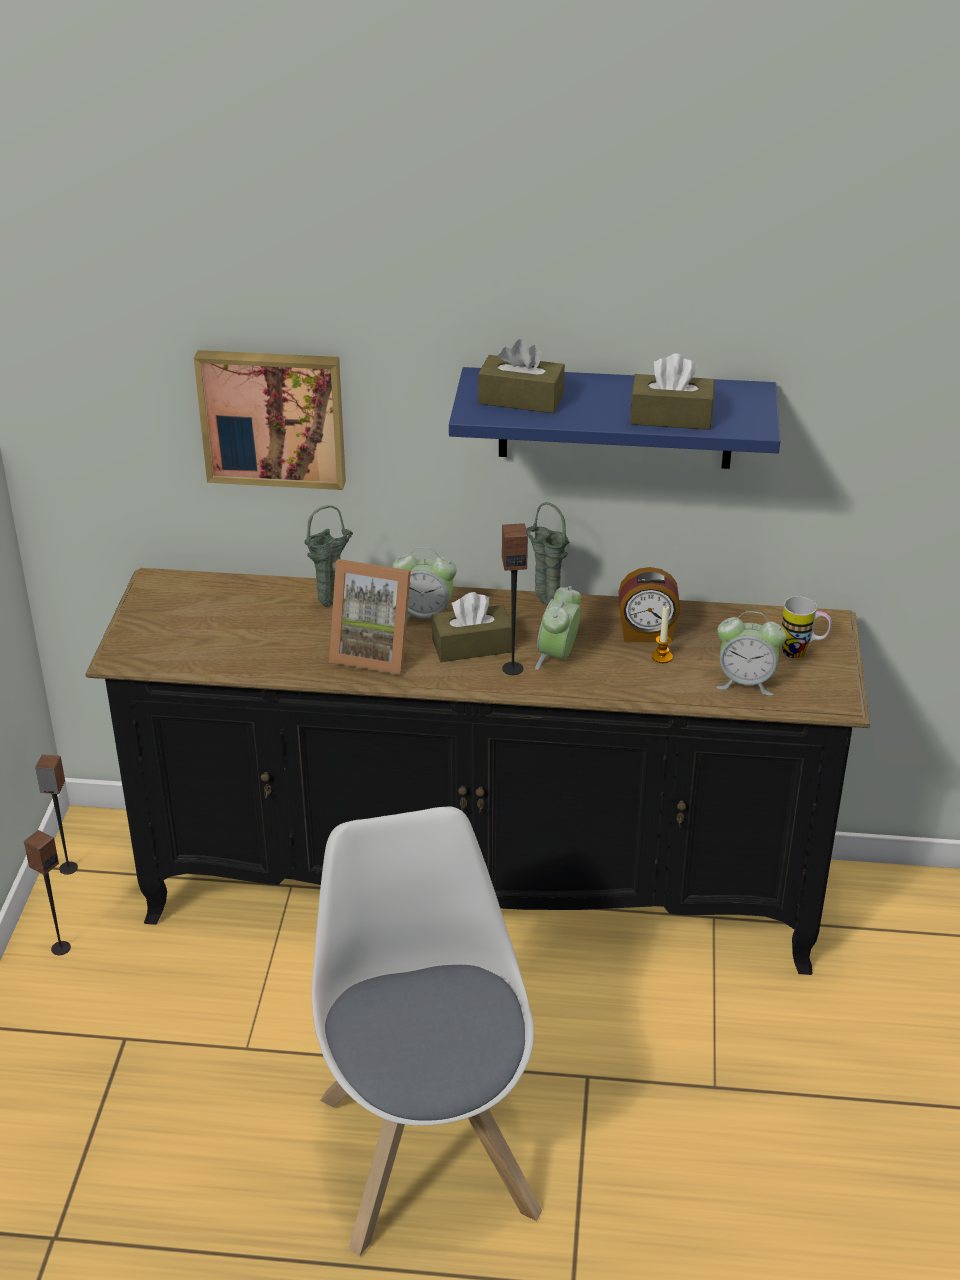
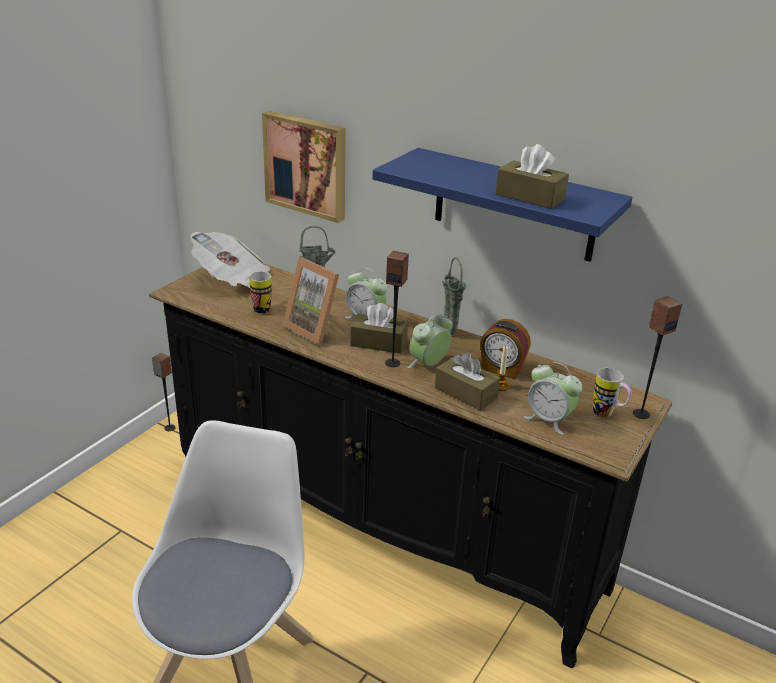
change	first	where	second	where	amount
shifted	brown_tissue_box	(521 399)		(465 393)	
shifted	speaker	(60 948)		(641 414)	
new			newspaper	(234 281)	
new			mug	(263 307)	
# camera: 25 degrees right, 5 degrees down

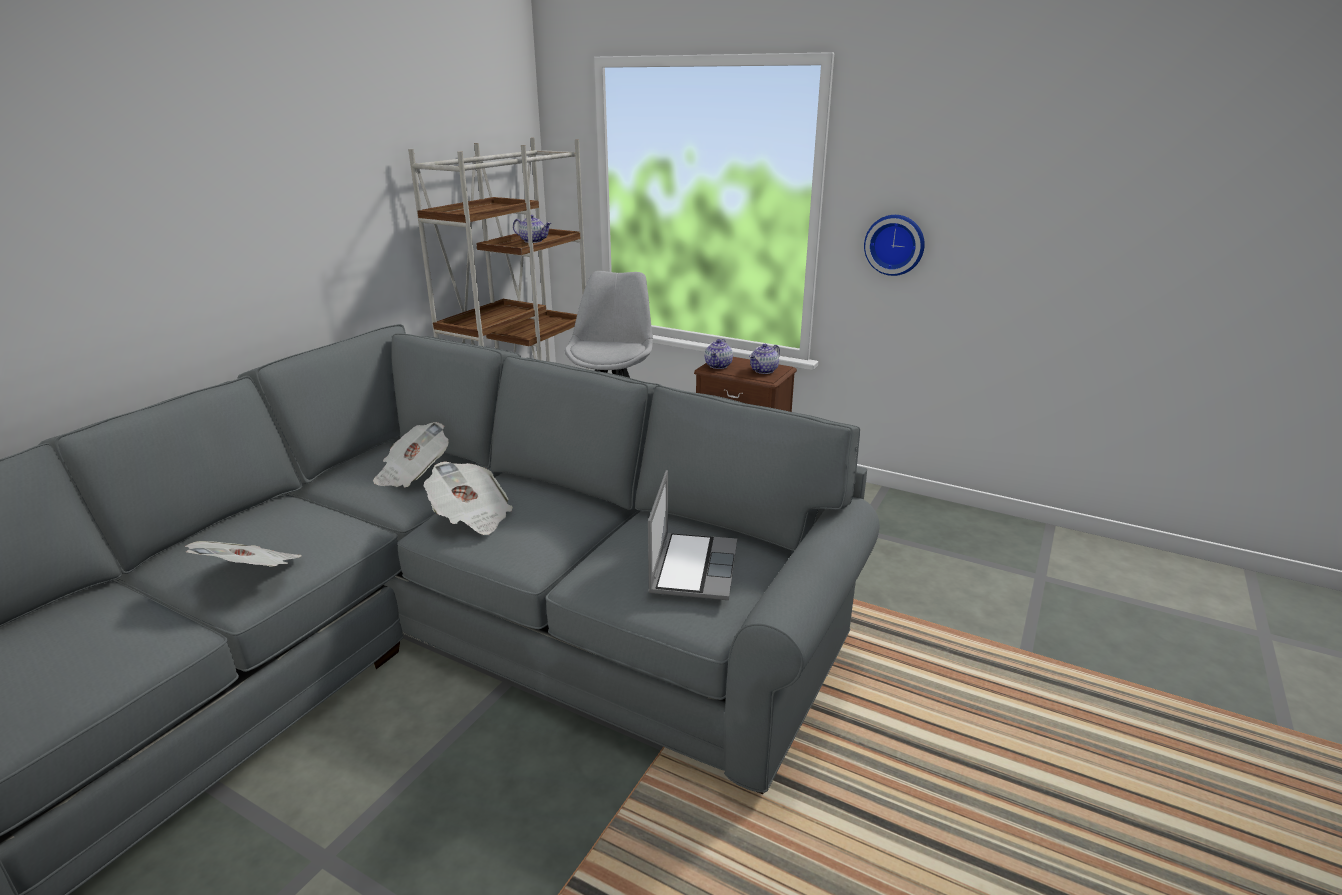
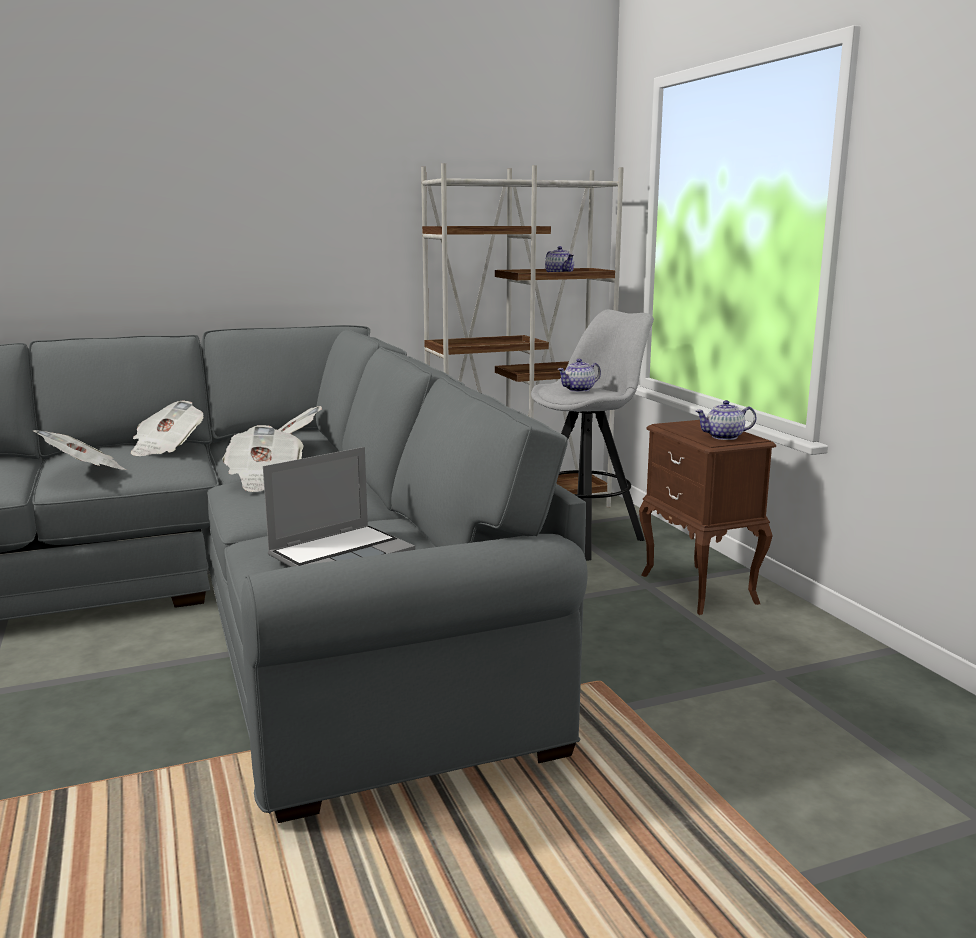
change	first	where	second	where	amount
gone	wall_clock	(895 244)			
shifted	teapot	(718 366)		(578 390)	
new			newspaper	(166 448)	
# camera: 40 degrees right, 10 degrees down

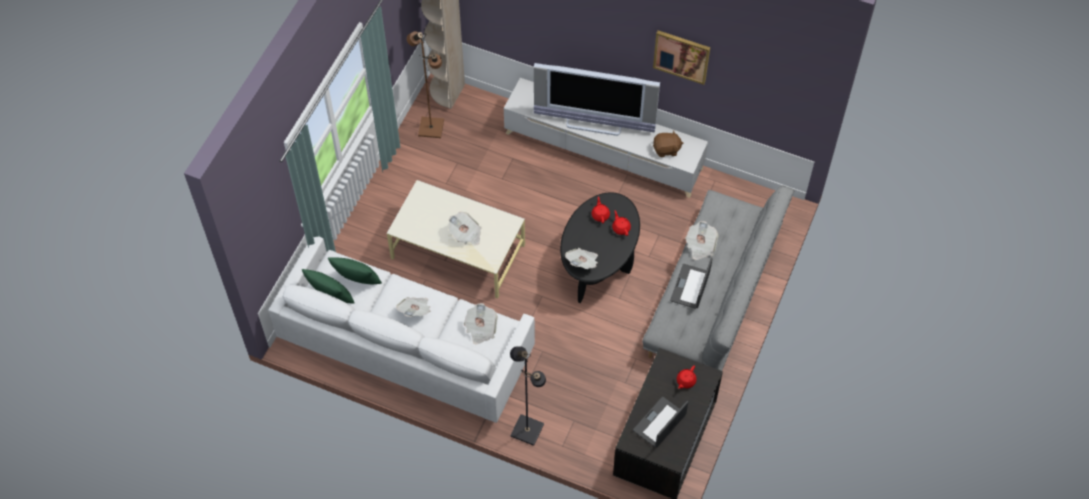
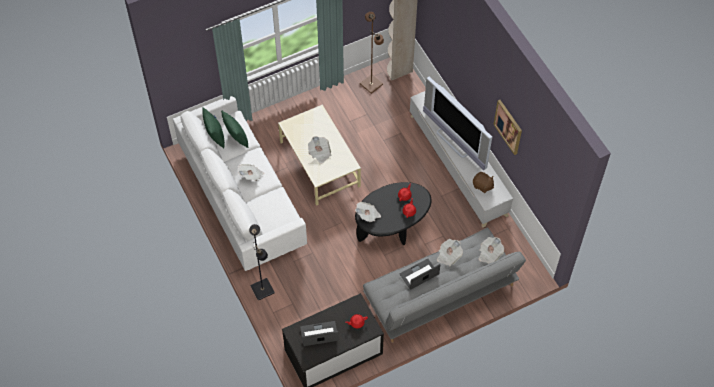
change	first	where	second	where	amount
shifted	newspaper	(481 329)		(489 254)	
# camera: 40 degrees right, 0 degrees up

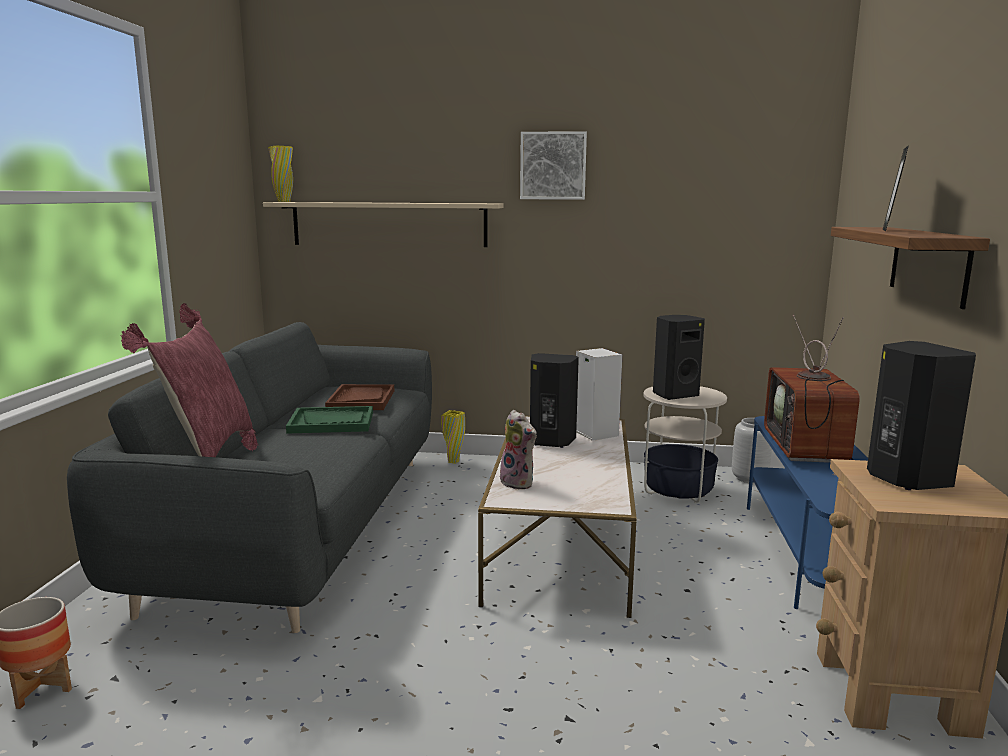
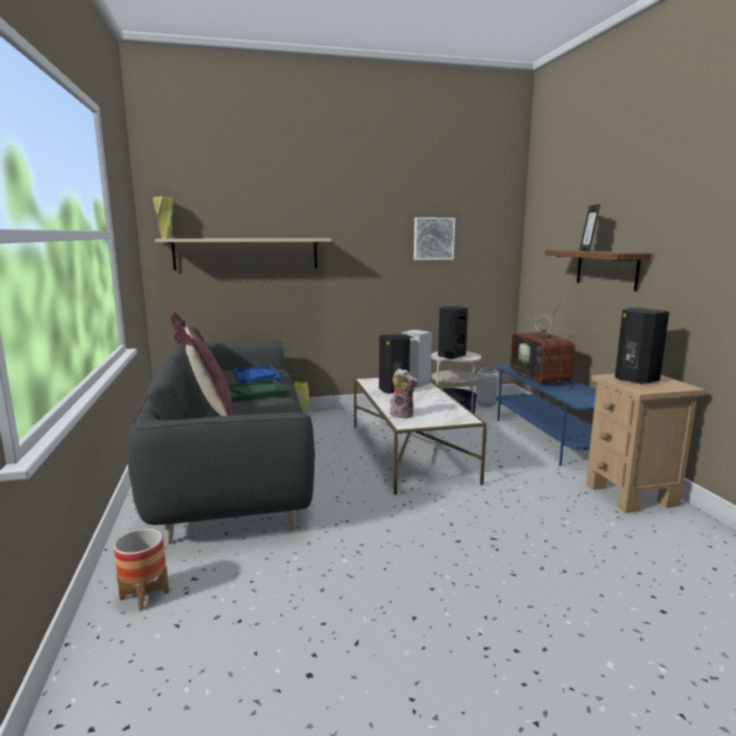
change	first	where	second	where	amount
shifted	picture	(553 166)		(433 238)	
repainted	brown_tray	(361 400)	blue_tray	(256 377)	
# camera: 20 degrees left, 0 degrees up

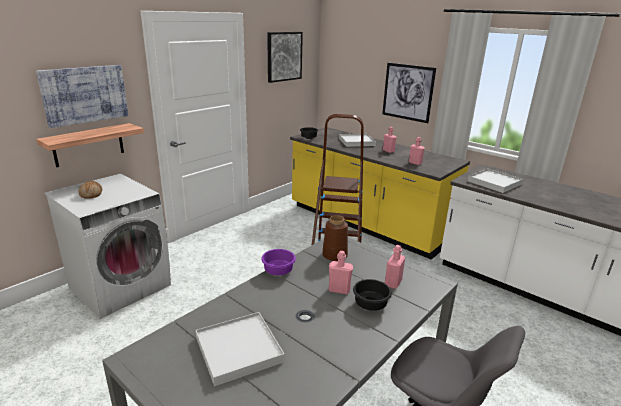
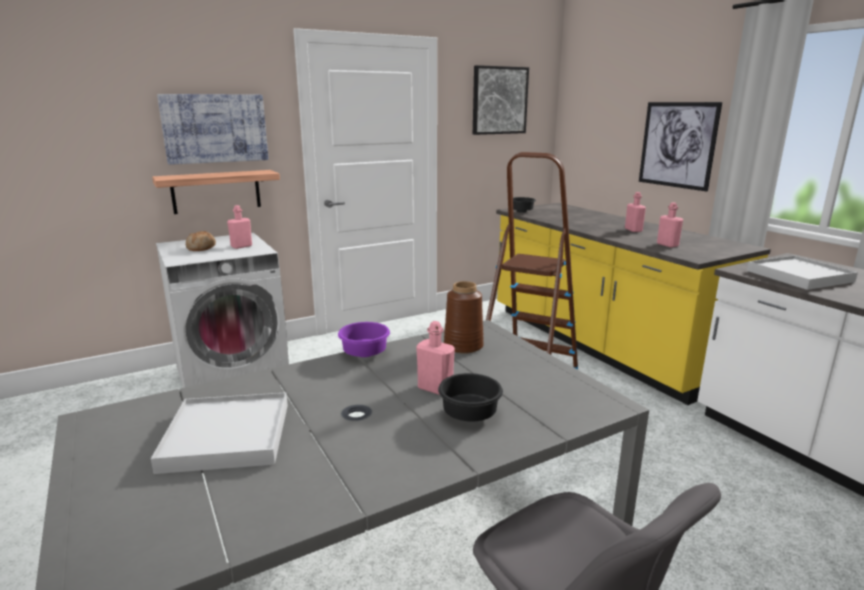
change	first	where	second	where	amount
gone	white_tray	(356 142)			
shifted	pink_bottle	(393 283)		(241 246)	
# camera: 20 degrees right, 5 degrees down

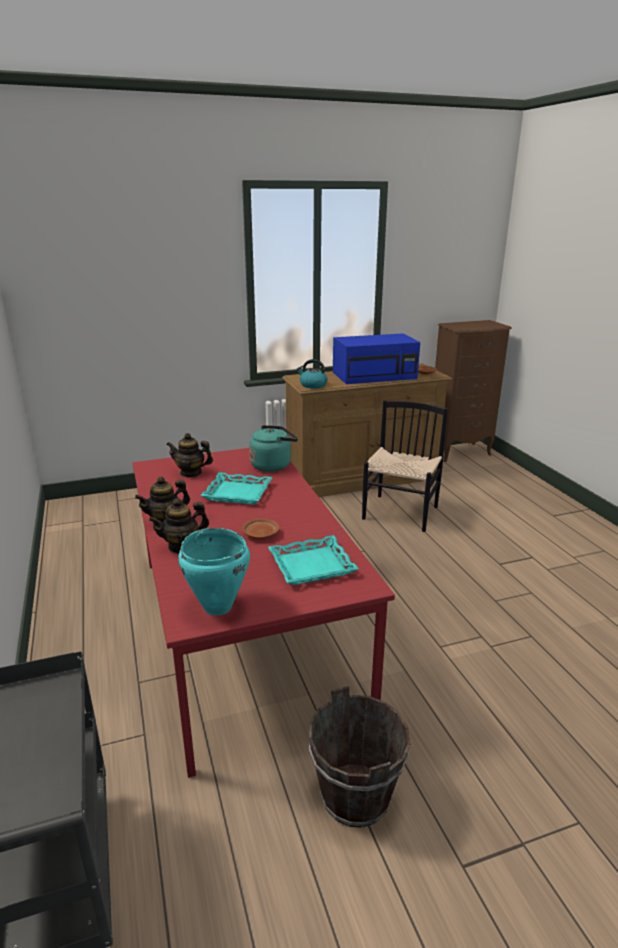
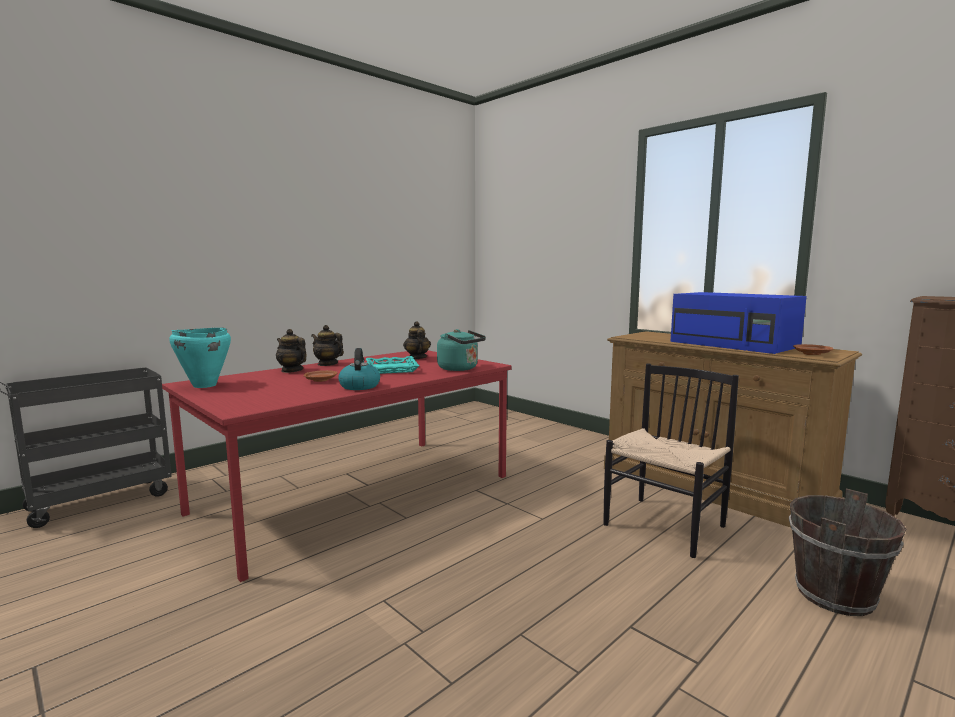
change	first	where	second	where	amount
shifted	kettle	(312 385)		(359 386)	
rotated	black_chair	(401 511)		(666 524)	45 degrees counterclockwise
gone	turquoise_tray	(312 566)			
shifted	brown_bucket	(356 796)		(835 595)	
# camera: 65 degrees right, 15 degrees down

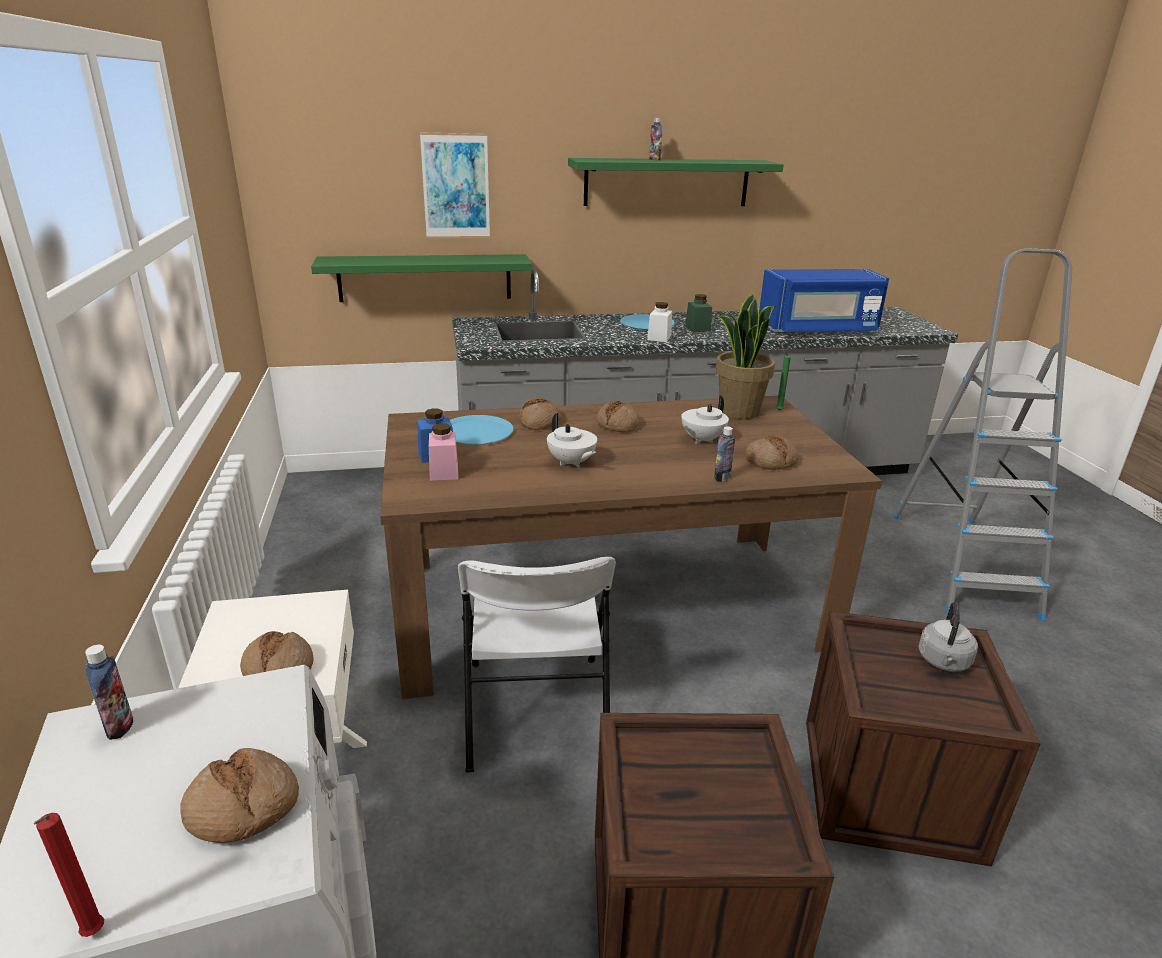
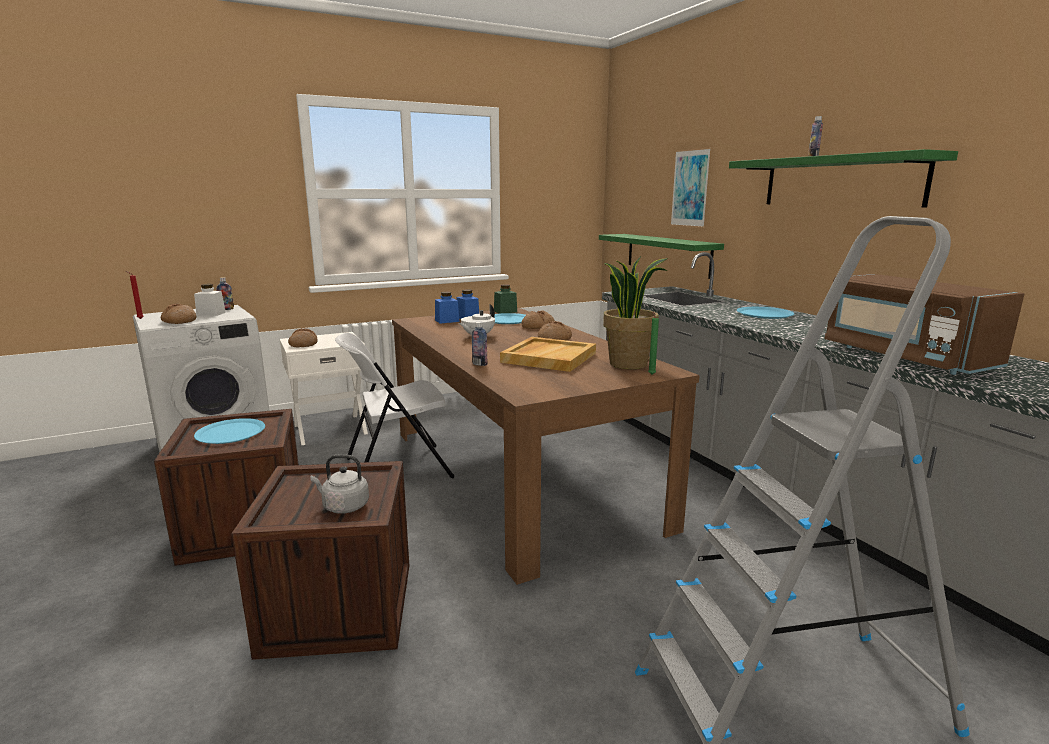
change	first	where	second	where	amount
repainted	blue_microwave	(818 329)	brown_microwave	(903 357)	
shifted	green_jar	(697 328)		(505 311)	
shifted	white_jar	(659 337)		(211 314)	
swapped	white_teapot	(701 440)	beige_tray	(548 357)	
repainted	pink_jar	(444 472)	blue_jar	(447 321)	
gone	bread	(770 461)			
new			blue_plate	(230 433)	
# camera: 75 degrees right, 10 degrees down

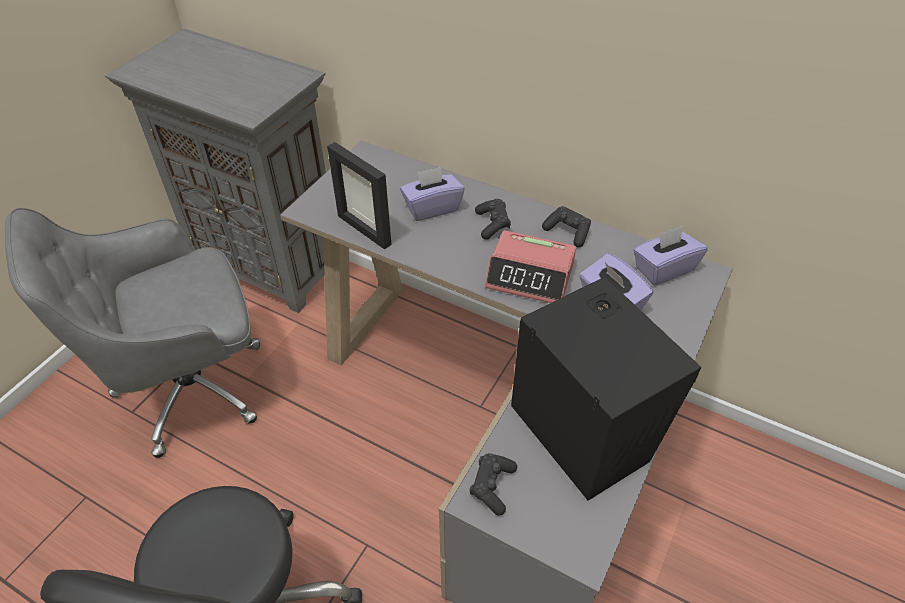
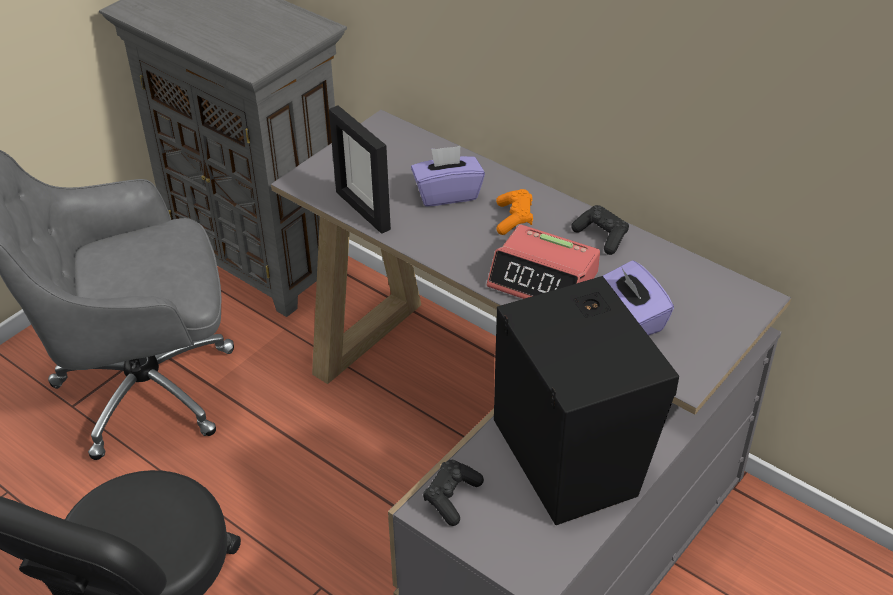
change	first	where	second	where	amount
repainted	black_game_controller	(492 224)	orange_game_controller	(514 219)	
gone	purple_tissue_box	(663 269)			
# camera: 10 degrees right, 5 degrees down

